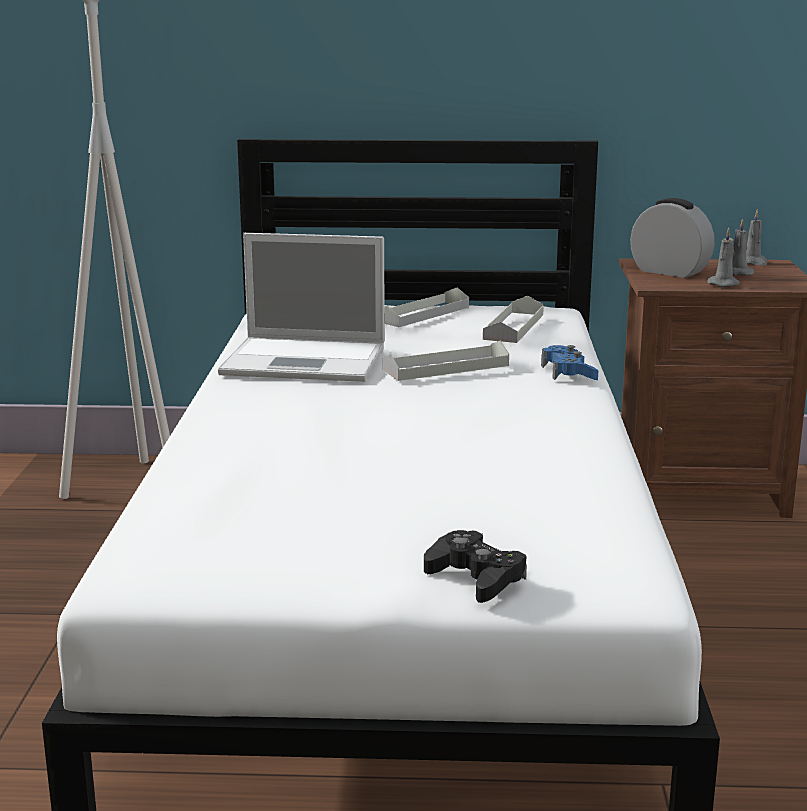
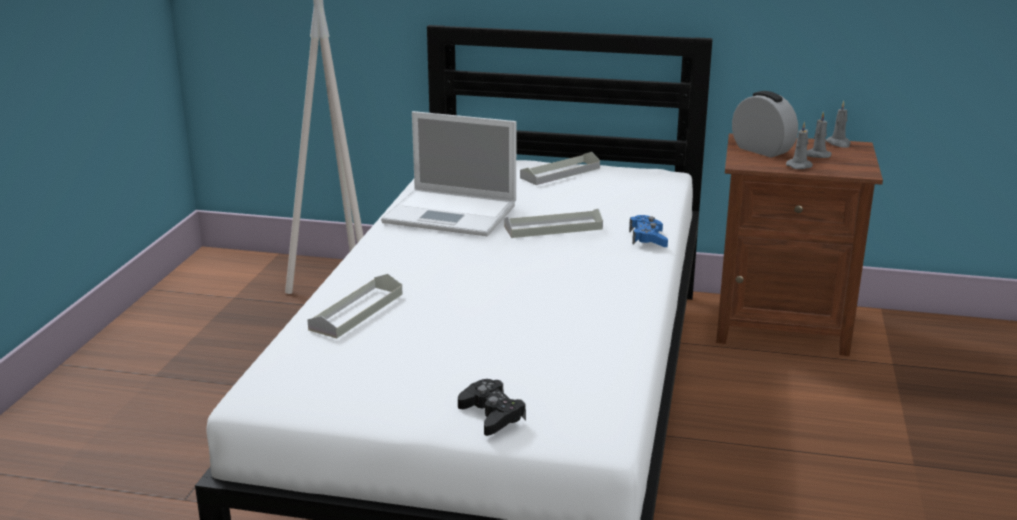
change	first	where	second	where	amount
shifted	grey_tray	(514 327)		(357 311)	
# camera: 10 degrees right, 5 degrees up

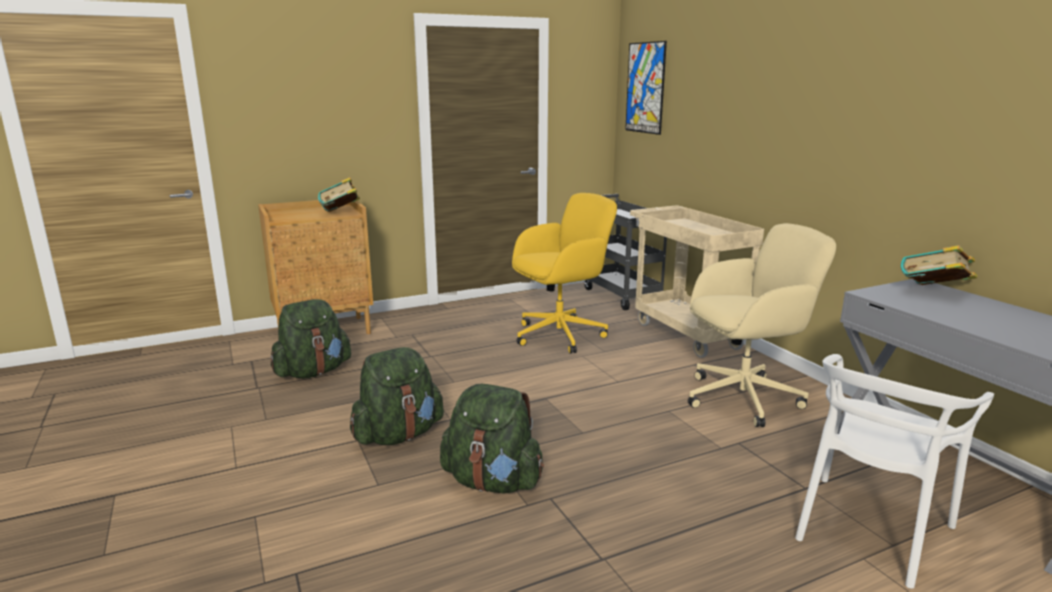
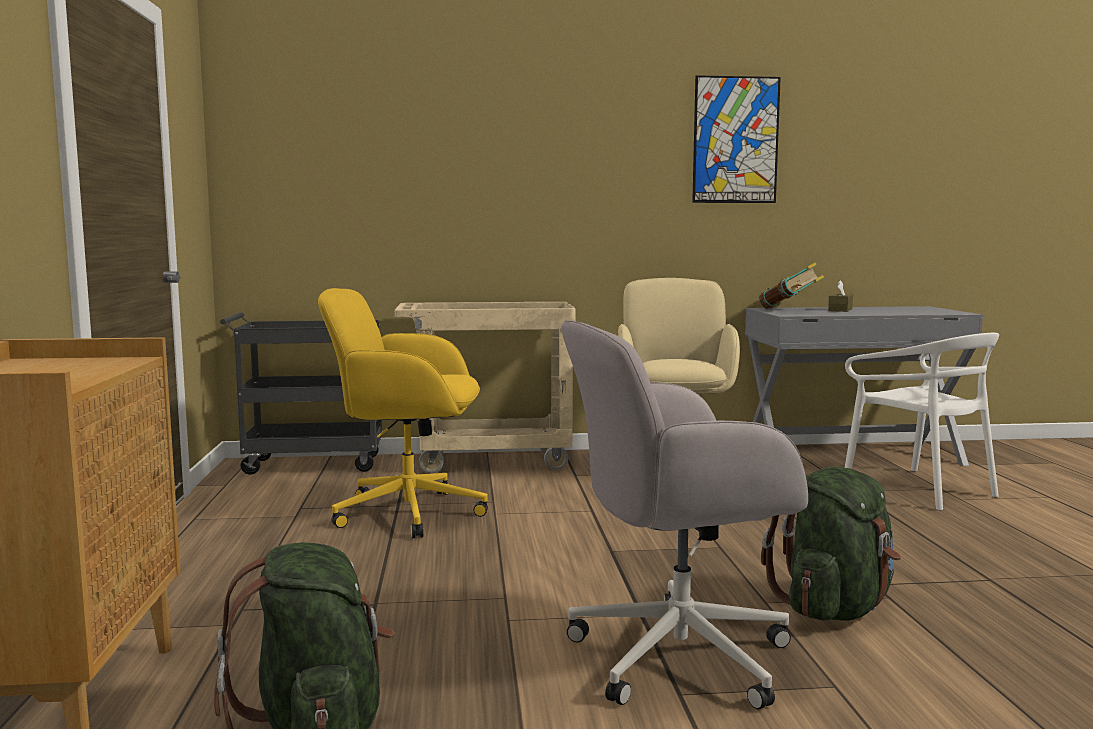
change	first	where	second	where	amount
shifted	picture	(645 88)		(735 140)	
gone	book	(341 213)			
rotated	yellow_office_chair	(560 335)		(407 513)	75 degrees counterclockwise
swapped	green_backpack	(398 435)	grey_office_chair	(676 657)	
new			brown_tissue_box	(840 310)	
# camera: 70 degrees left, 10 degrees down

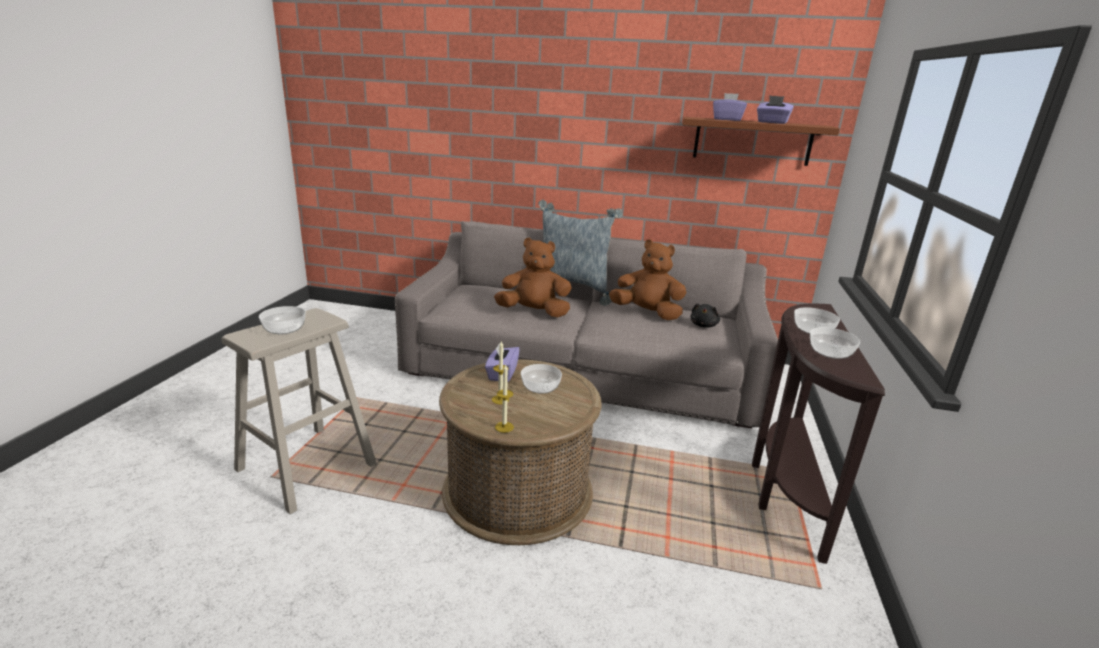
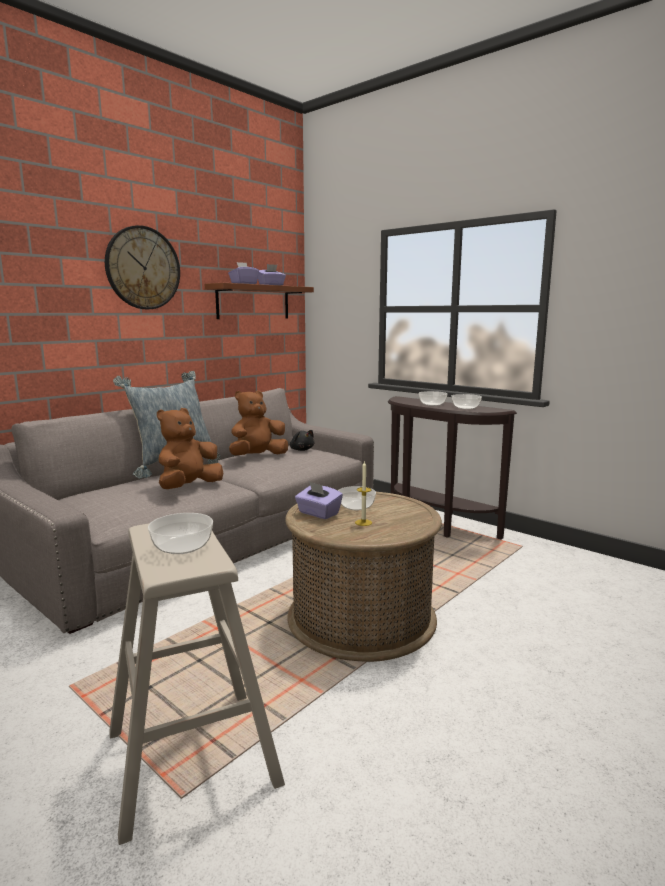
change	first	where	second	where	amount
gone	candle	(504 427)			
new			wall_clock	(143 268)	
# camera: 60 degrees left, 10 degrees down

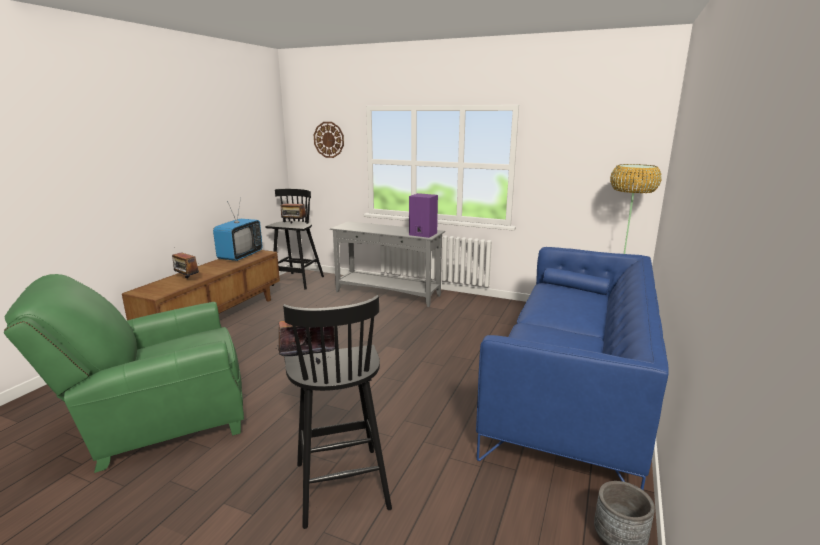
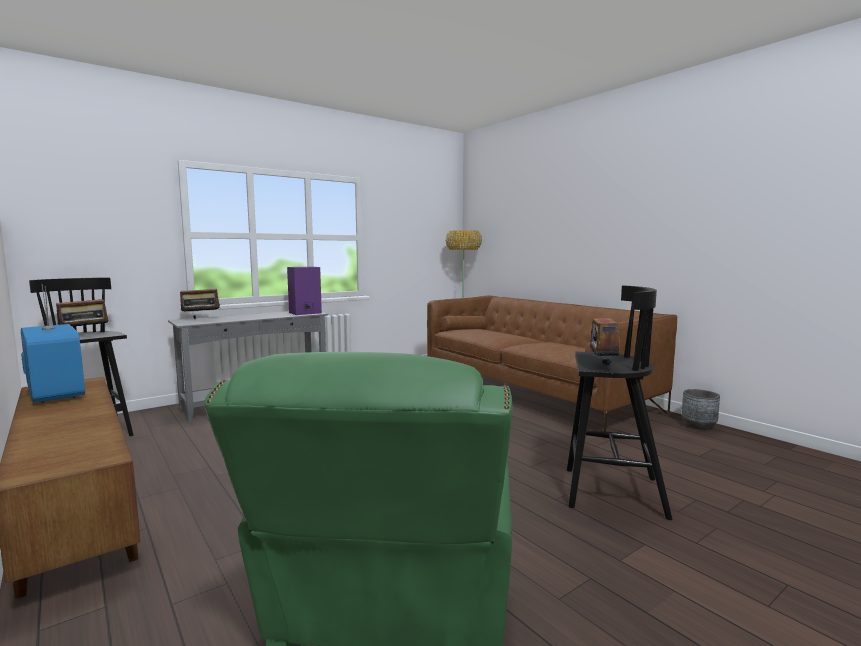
change	first	where	second	where	amount
gone	wall_clock	(329 139)			
repainted	blue_sofa	(572 389)	brown_sofa	(534 393)	
shifted	radio	(187 280)		(201 319)	
# camera: 60 degrees left, 10 degrees down

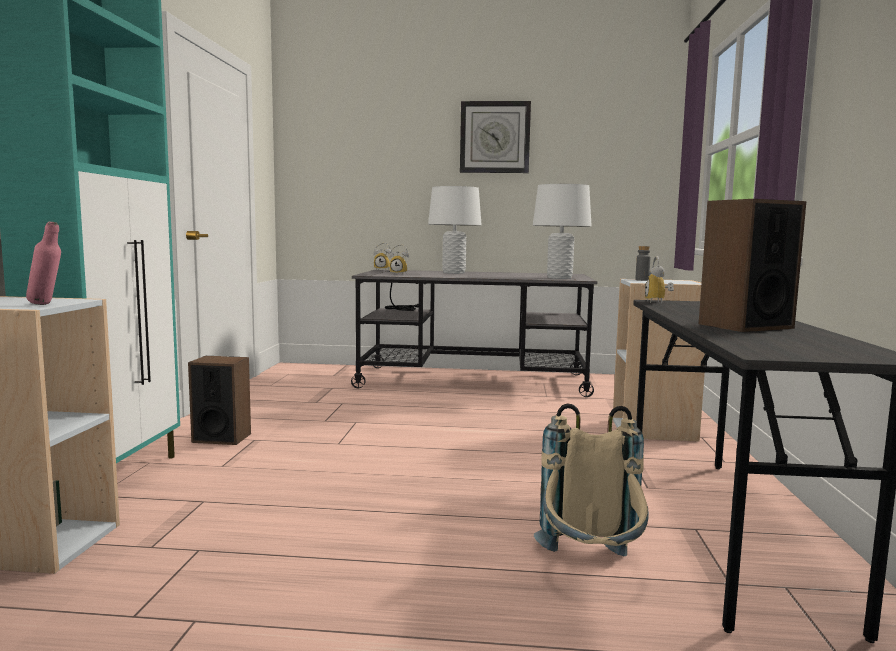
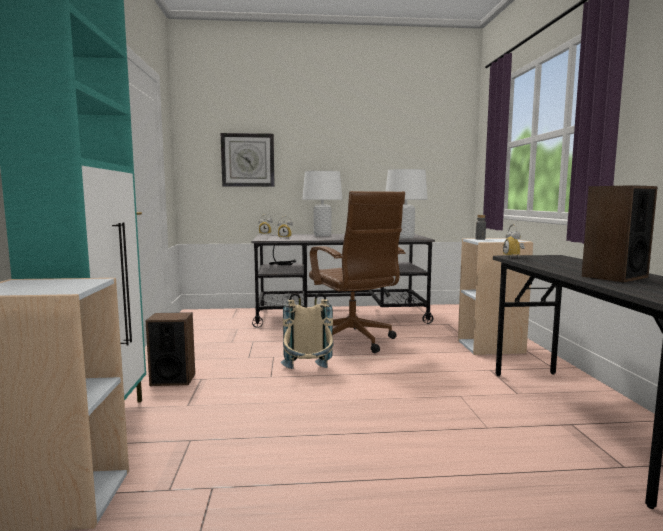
change	first	where	second	where	amount
shifted	wall_clock	(495 137)		(248 160)	
gone	pink_bottle	(47 305)			
shifted	beige_backpack	(591 568)		(308 374)	
new			brown_office_chair	(354 342)	
# camera: 10 degrees left, 0 degrees up

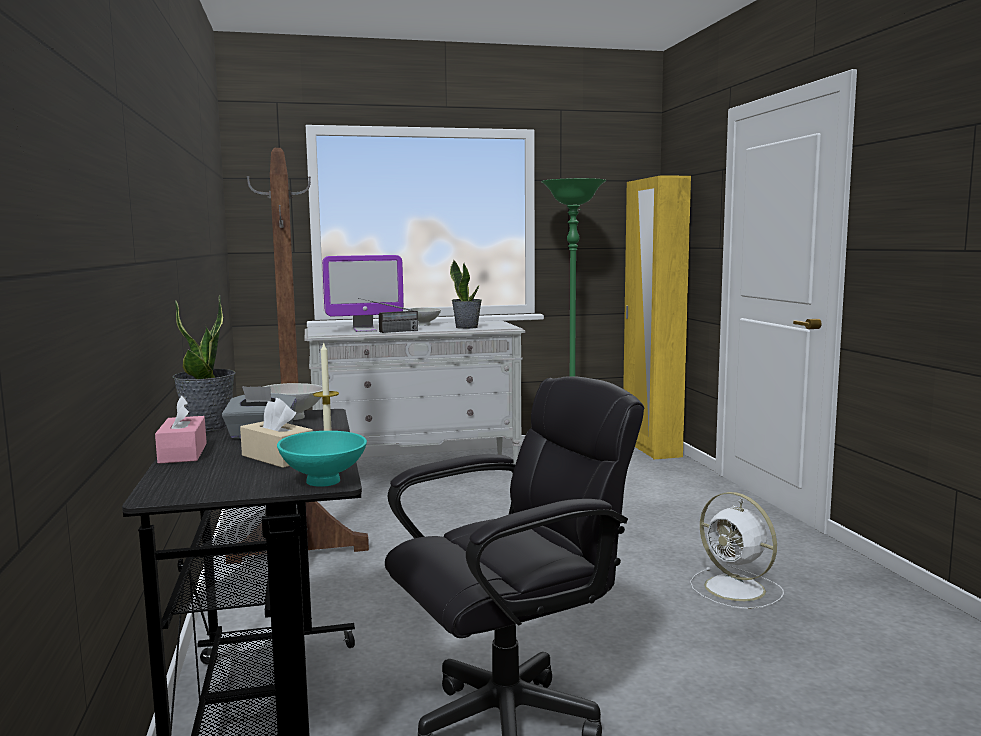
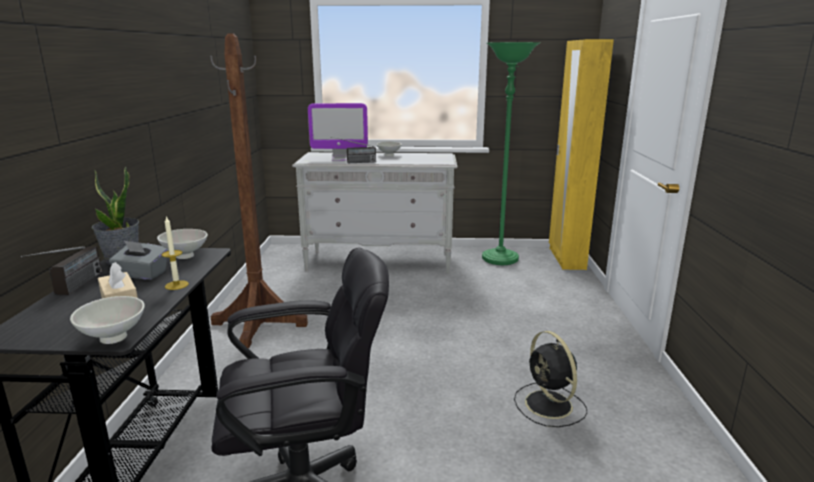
change	first	where	second	where	amount
gone	potted_plant	(467 327)			
swapped	pink_tissue_box	(183 453)	radio	(71 289)	
repainted	turquoise_bowl	(326 481)	white_bowl	(115 338)	
repainted	white_fan	(737 589)	black_fan	(550 405)	
# camera: 15 degrees right, 10 degrees up

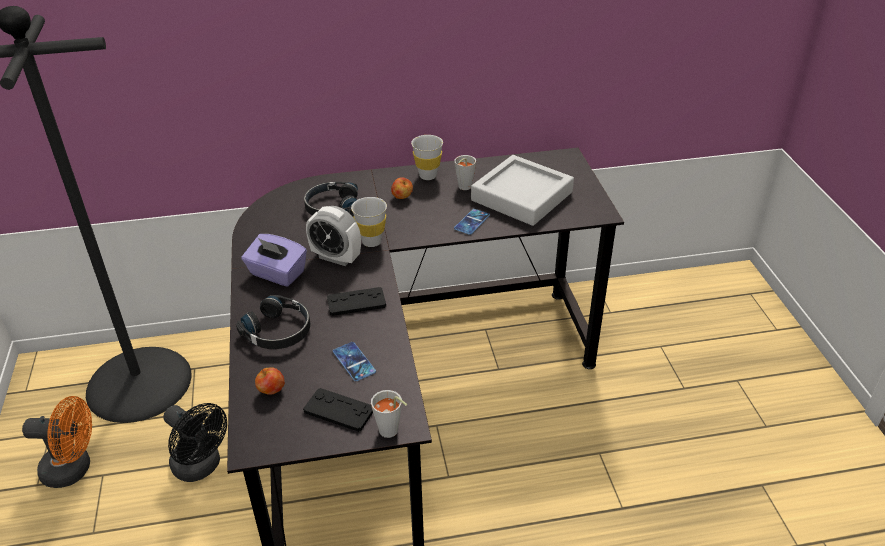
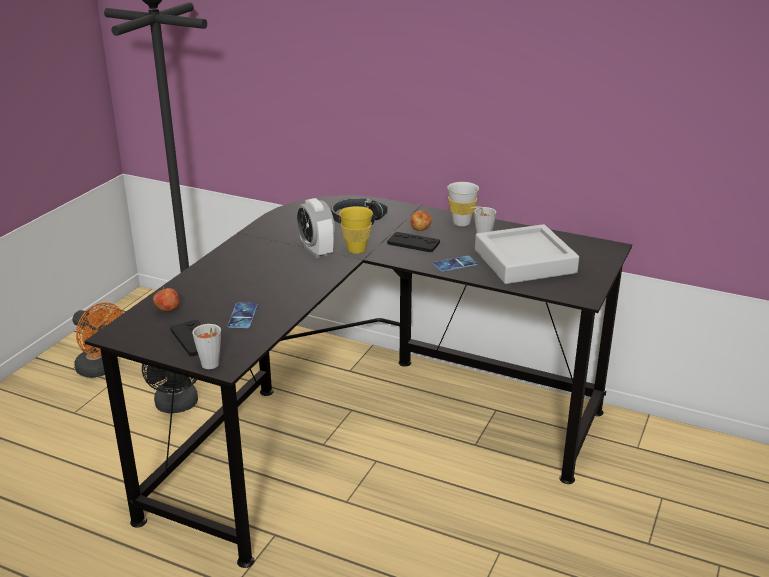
change	first	where	second	where	amount
repainted	white_cup	(371 241)	yellow_cup	(356 250)	
gone	purple_tissue_box	(277 274)			
shifted	black_game_controller	(356 302)		(413 243)	
gone	black_headphones	(279 331)			
# camera: 35 degrees right, 10 degrees down

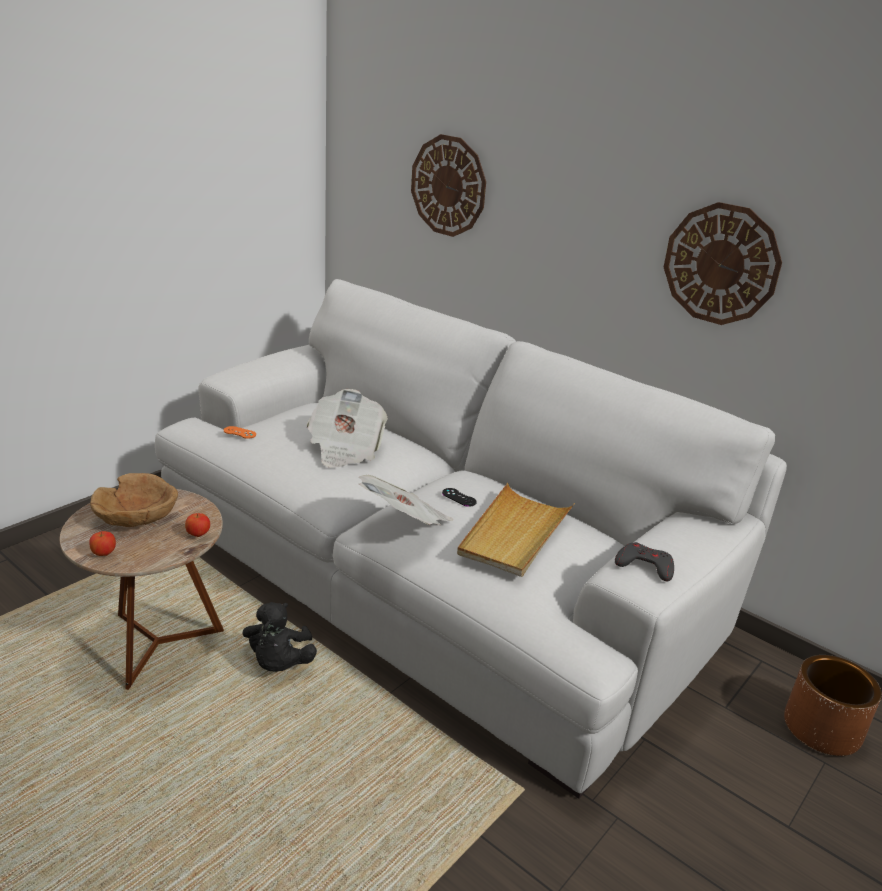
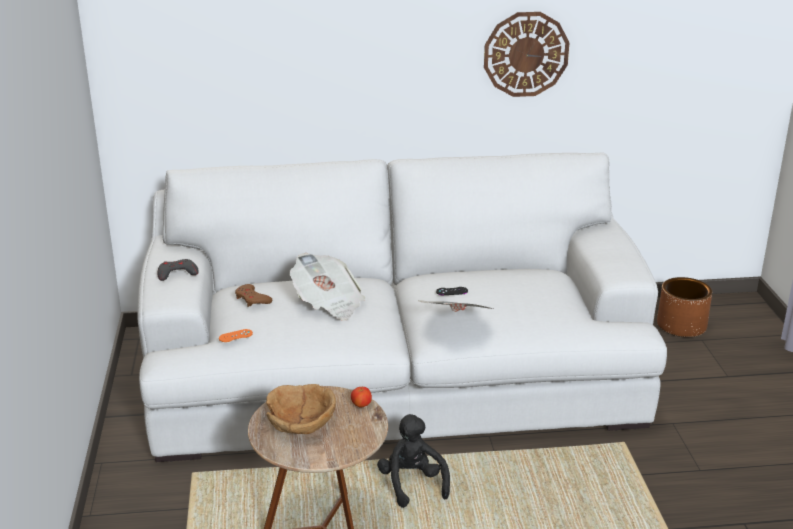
change	first	where	second	where	amount
gone	wall_clock	(448 186)			
gone	beige_tray	(515 533)			
gone	apple	(103 554)			
shifted	grey_game_controller	(644 566)		(177 273)	
rotated	black_plush_toy	(279 663)		(412 484)	150 degrees counterclockwise
new			brown_game_controller	(252 299)	
# camera: 45 degrees left, 0 degrees up

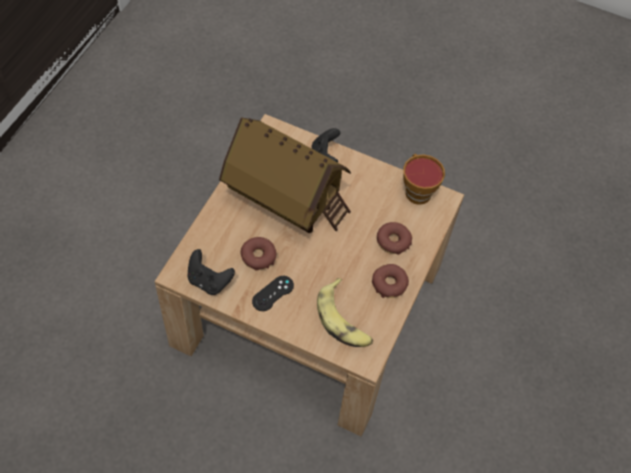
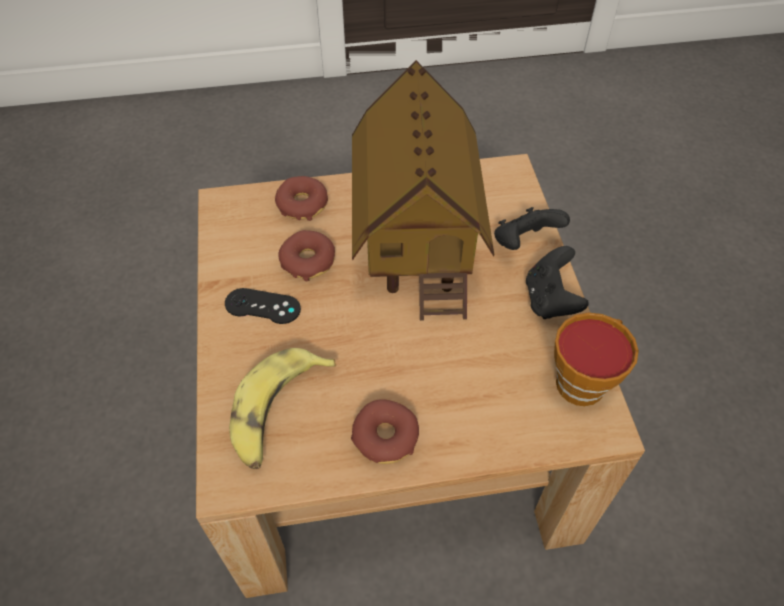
change	first	where	second	where	amount
shifted	donut	(393 241)		(302 204)	
shifted	black_game_controller	(209 281)		(550 300)	
# camera: 60 degrees right, 5 degrees down

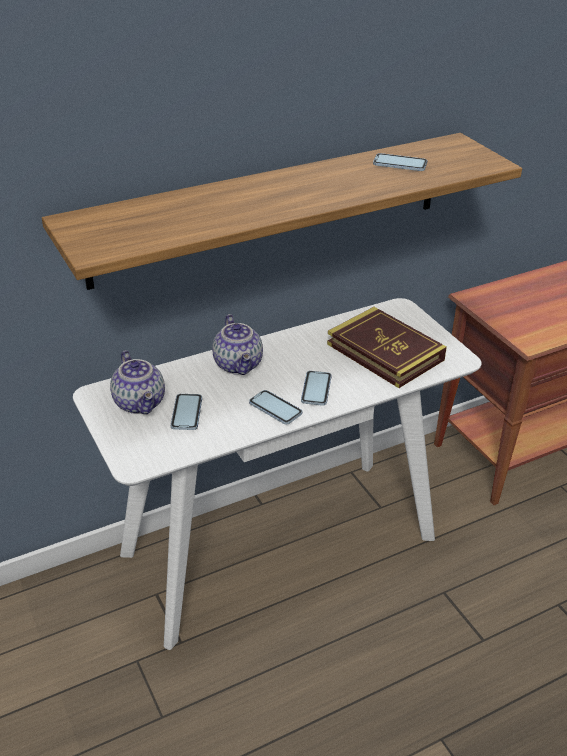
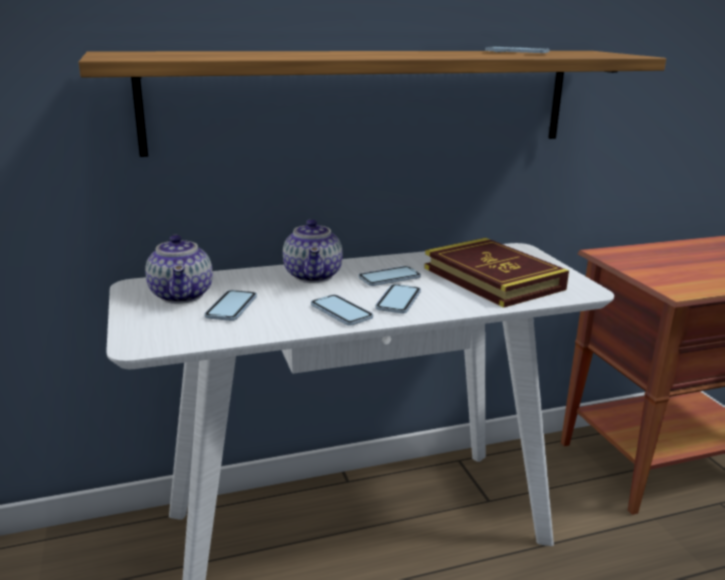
change	first	where	second	where	amount
new			phone	(389 278)	
# camera: 10 degrees right, 15 degrees down

